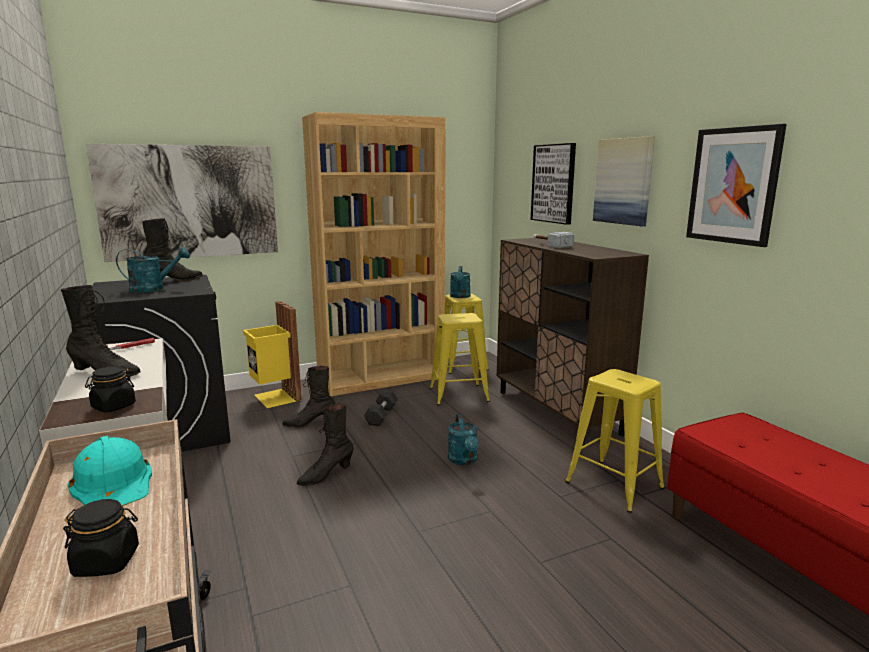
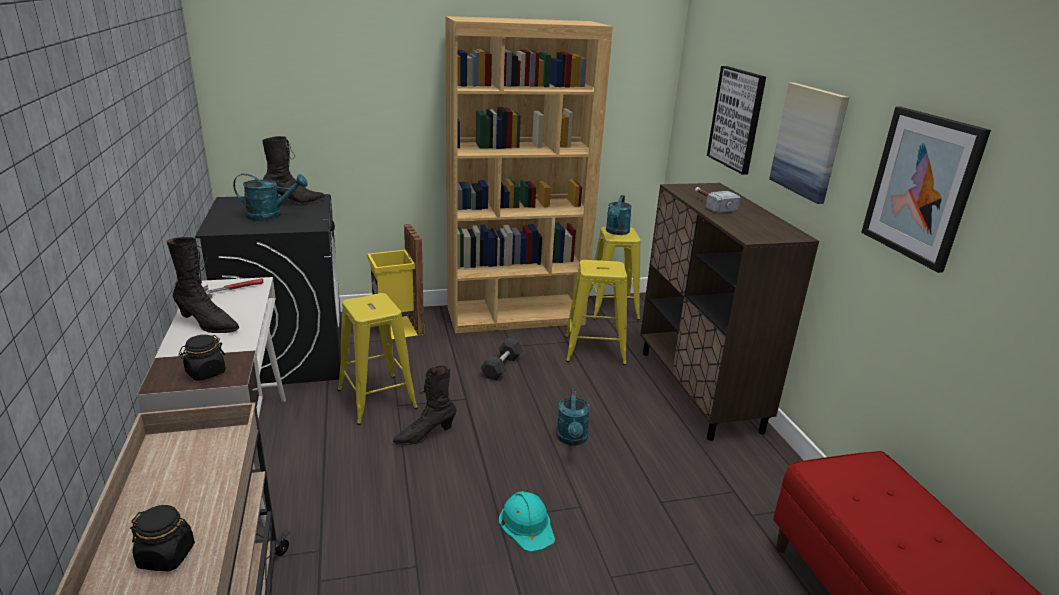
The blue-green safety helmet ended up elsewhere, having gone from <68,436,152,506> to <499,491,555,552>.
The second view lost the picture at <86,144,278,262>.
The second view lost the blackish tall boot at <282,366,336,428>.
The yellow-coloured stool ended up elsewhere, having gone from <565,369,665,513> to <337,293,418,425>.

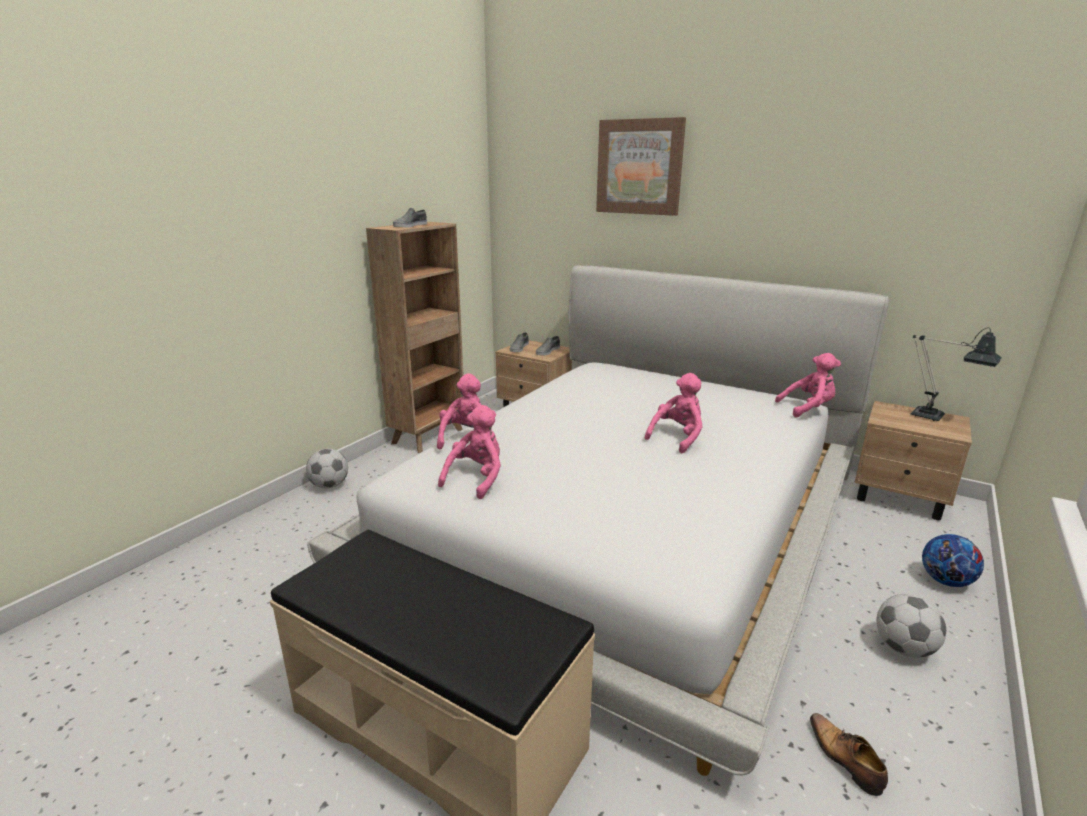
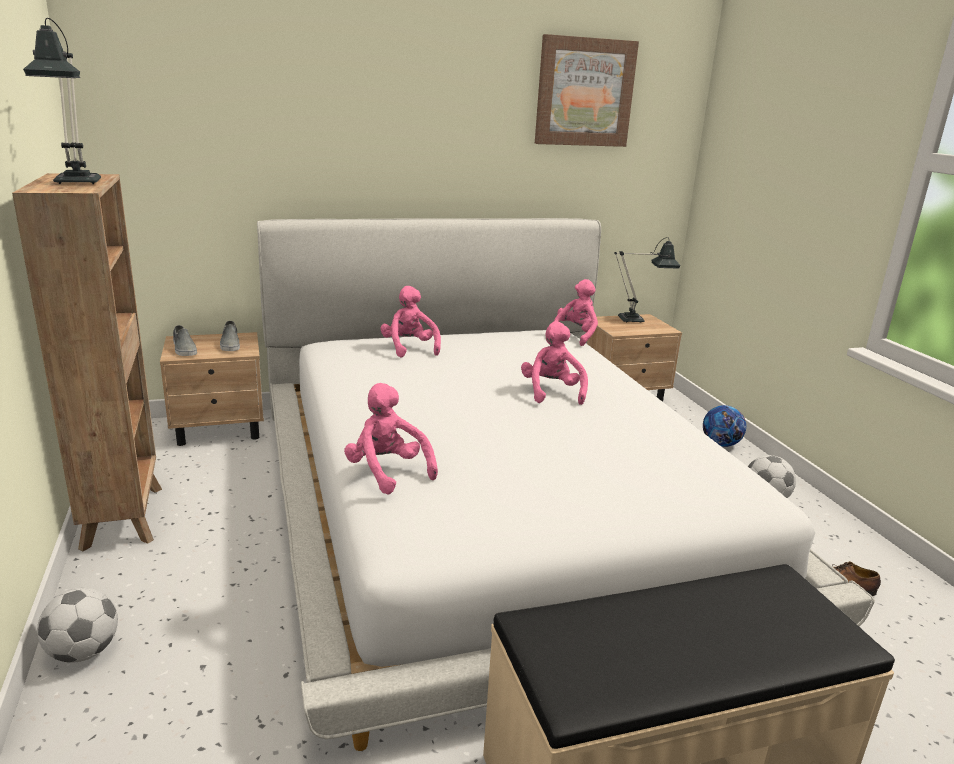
Where the greyish low shoe stood at <393,208,427,228>, the tabletop lamp came to stand at <23,18,101,184>.
The pinkish plush toy ended up elsewhere, having gone from <438,405,501,499> to <380,286,441,358>.
The picture ended up elsewhere, having gone from <596,117,686,216> to <535,34,639,147>.

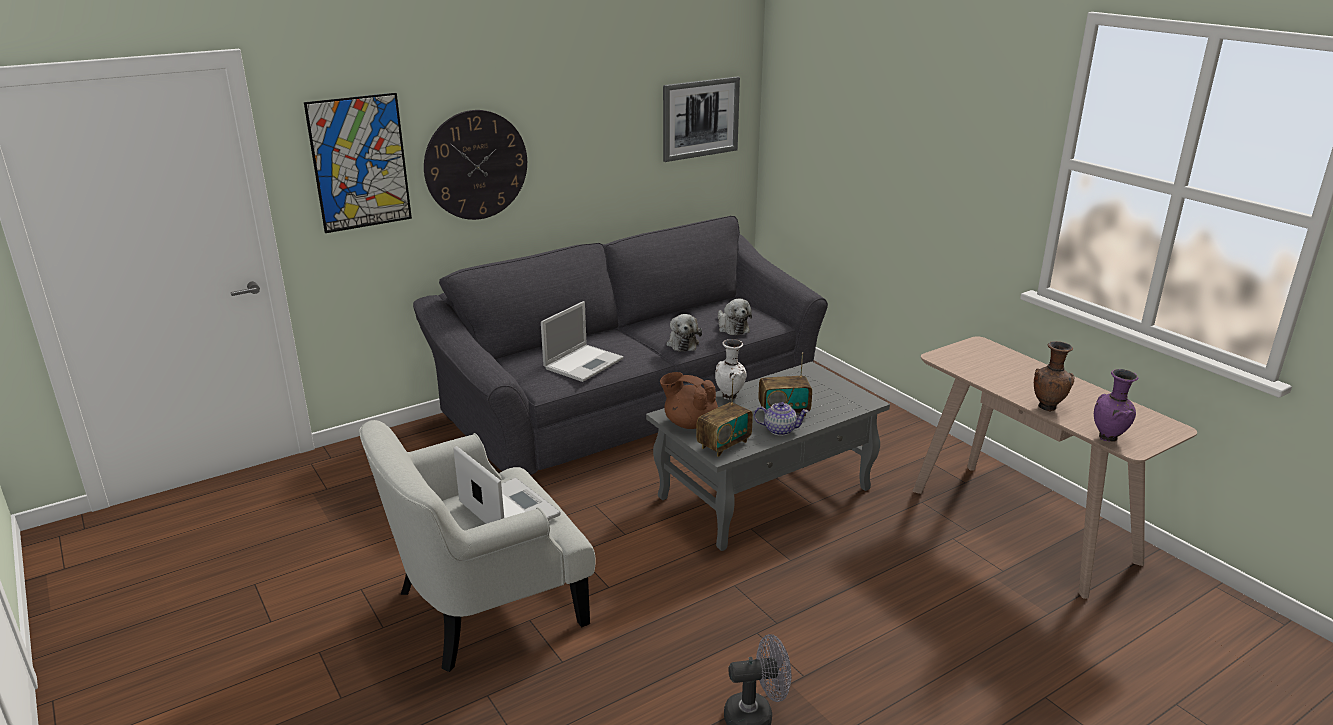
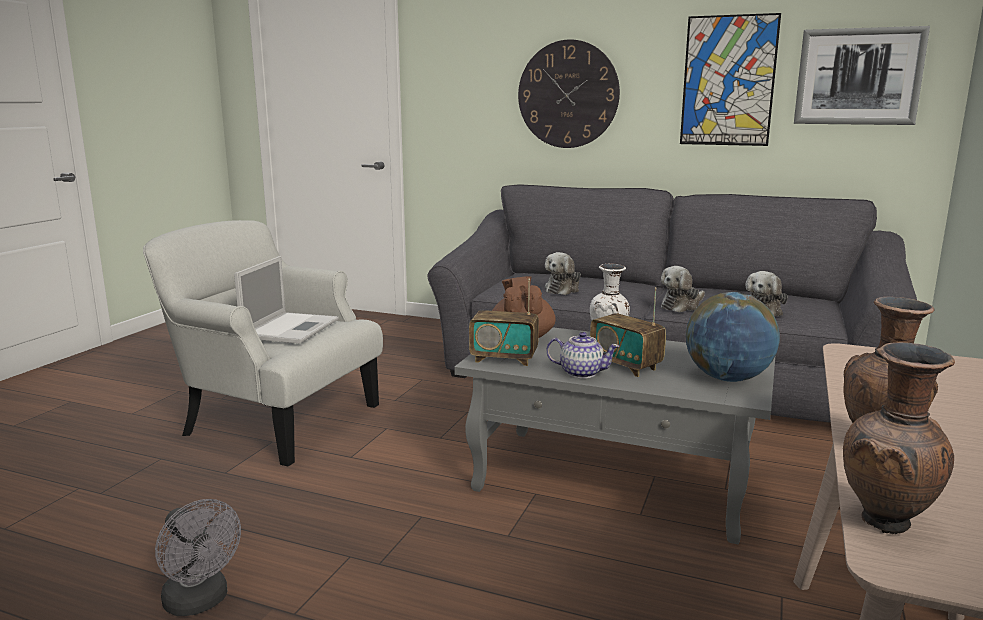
The picture ended up elsewhere, having gone from <304,93,412,233> to <680,13,781,146>.
Where the laptop stood at <541,301,624,382>, the plush toy came to stand at <545,252,581,295>.
The pot for tea at <754,402,809,436> ended up facing another way, 45 degrees counterclockwise from before.
What was the purple vase at <1094,369,1139,442> turned into the brownish vase at <843,342,955,534>.
The second view gained the desk globe at <686,292,780,382>.

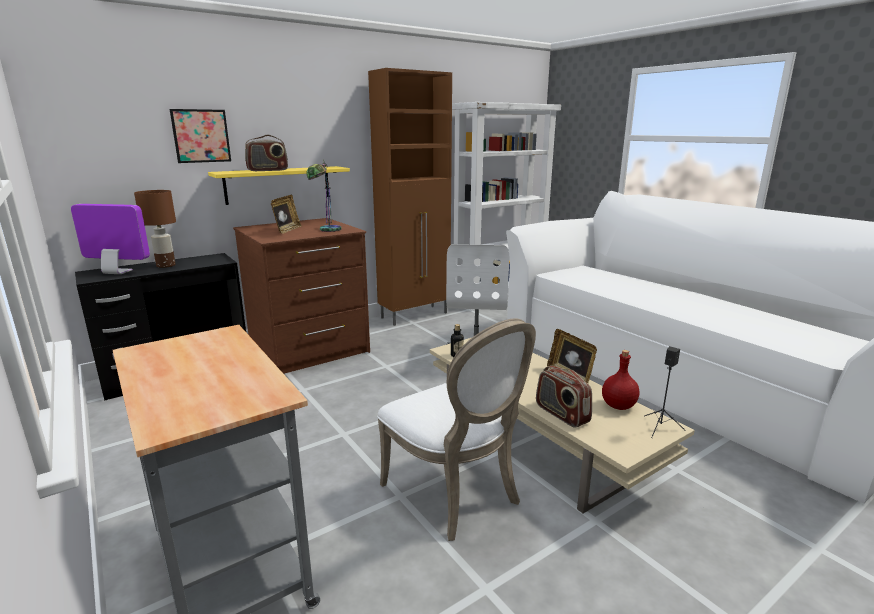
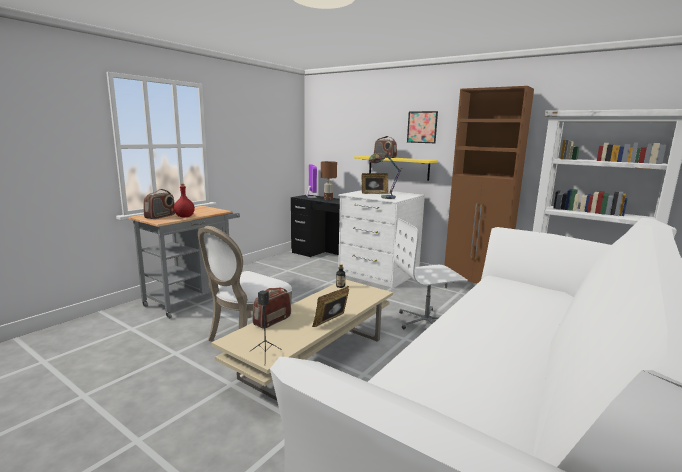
The picture ended up elsewhere, having gone from <170,109,231,163> to <407,111,438,143>.
What was the brownish chest of drawers at <233,218,370,374> turned into the white-coloured chest of drawers at <338,190,425,289>.
The reddish drink bottle ended up elsewhere, having gone from <602,350,640,410> to <174,184,195,217>.
The second view gained the radio receiver at <144,189,175,219>.

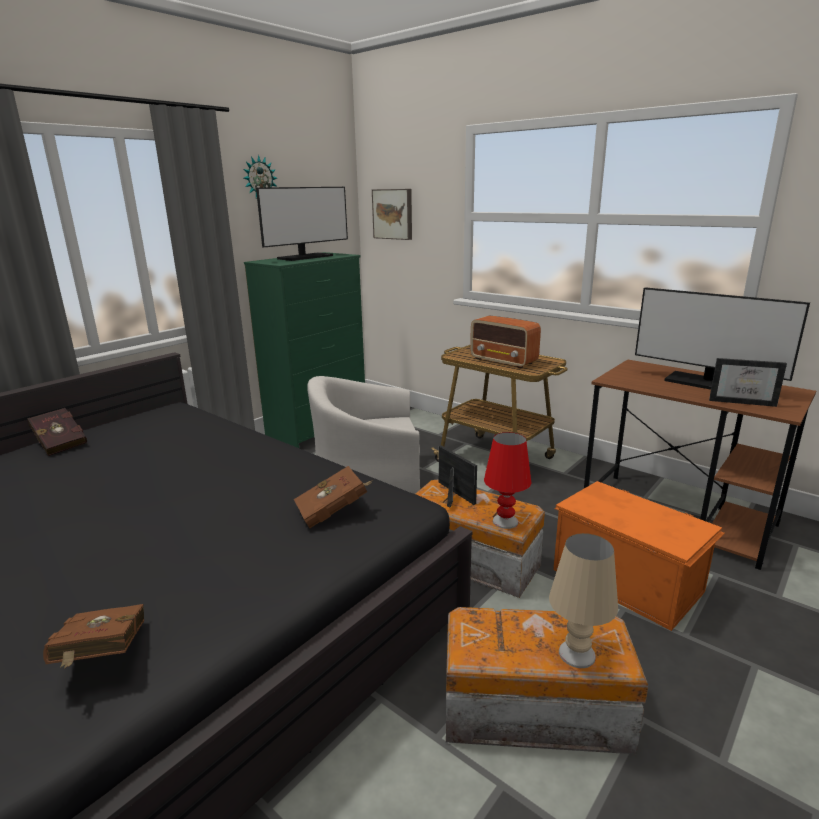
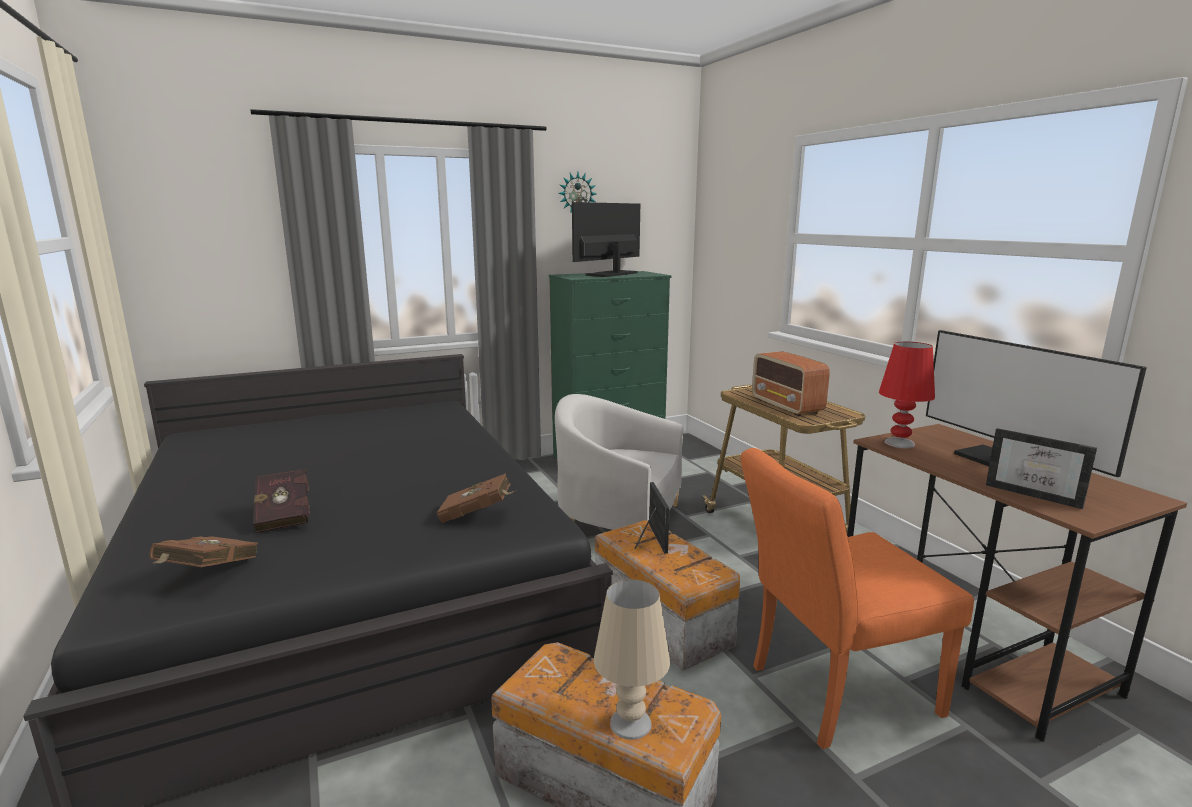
The reddish book ended up elsewhere, having gone from <27,408,87,456> to <253,468,309,533>.
The computer screen at <256,187,348,261> ended up facing another way, 150 degrees clockwise from before.
The second view lost the picture at <372,189,412,240>.
The reddish tabletop lamp ended up elsewhere, having gone from <484,432,532,529> to <879,342,935,448>.
Where the orangey storage container stood at <553,481,725,631>, the orangey chair came to stand at <741,448,974,749>.

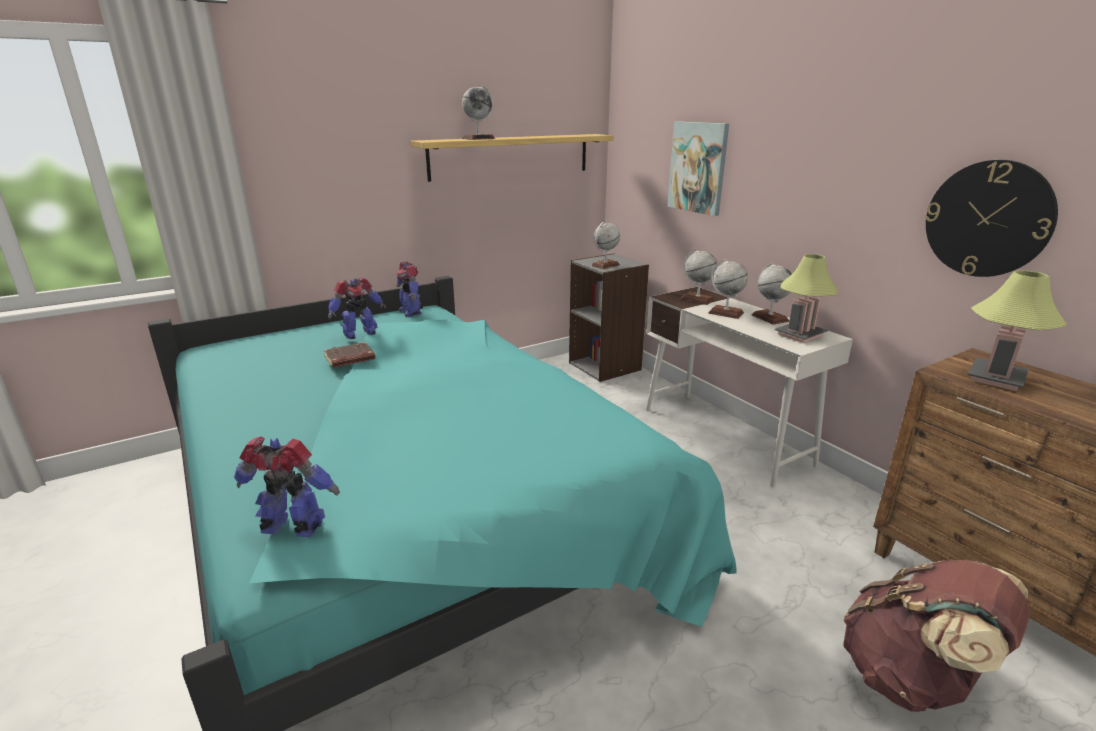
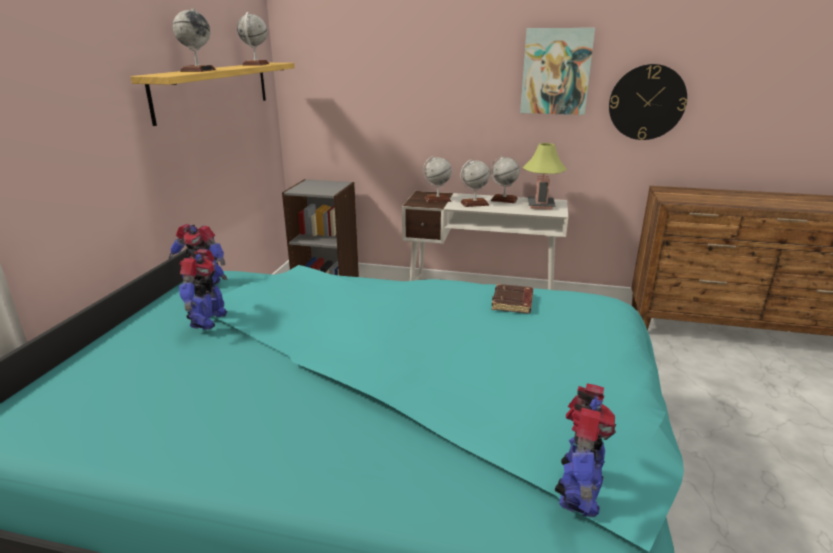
The toy robot at <234,436,340,537> ended up facing another way, 150 degrees clockwise from before.
The brownish book ended up elsewhere, having gone from <324,342,376,368> to <491,284,533,314>.
The desk globe ended up elsewhere, having gone from <591,222,620,269> to <237,12,269,66>.
The picture ended up elsewhere, having gone from <667,121,729,216> to <520,28,595,115>.
The second view lost the brownish knapsack at <843,560,1030,712>.
The second view lost the tabletop lamp at <967,270,1068,391>.

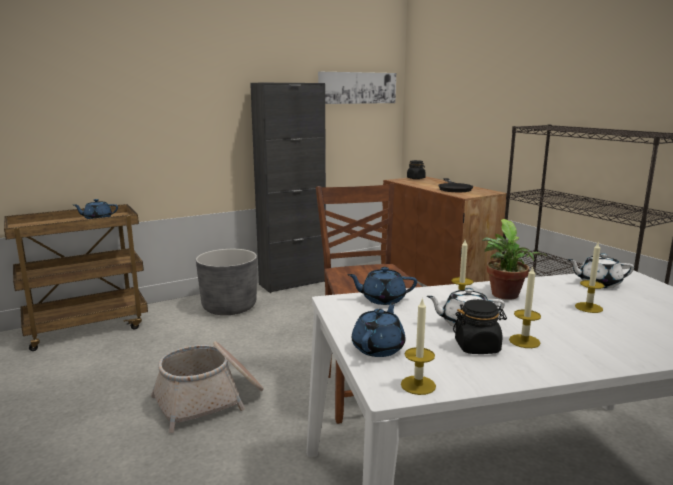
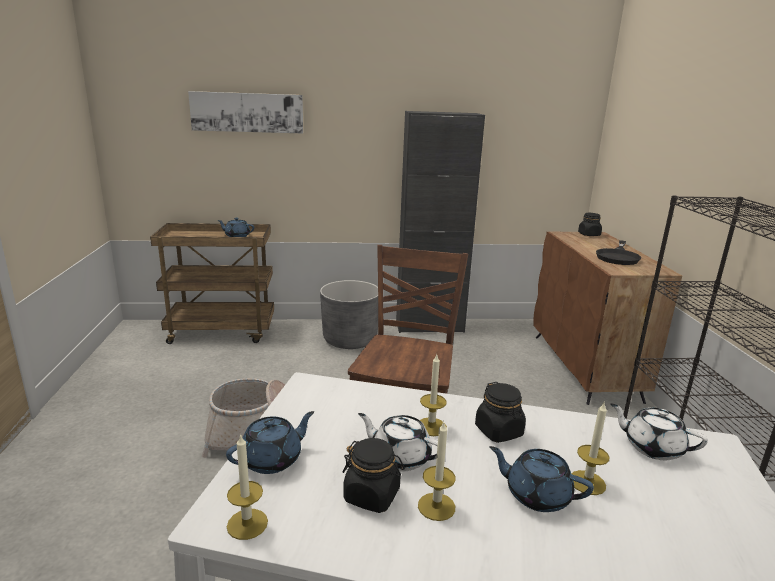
The picture ended up elsewhere, having gone from <318,72,396,104> to <188,91,303,133>.
The bluish pot for tea ended up elsewhere, having gone from <347,267,417,305> to <489,446,594,512>.
Where the houseplant stood at <482,219,547,300>, the blackish preserve jar came to stand at <475,382,526,443>.

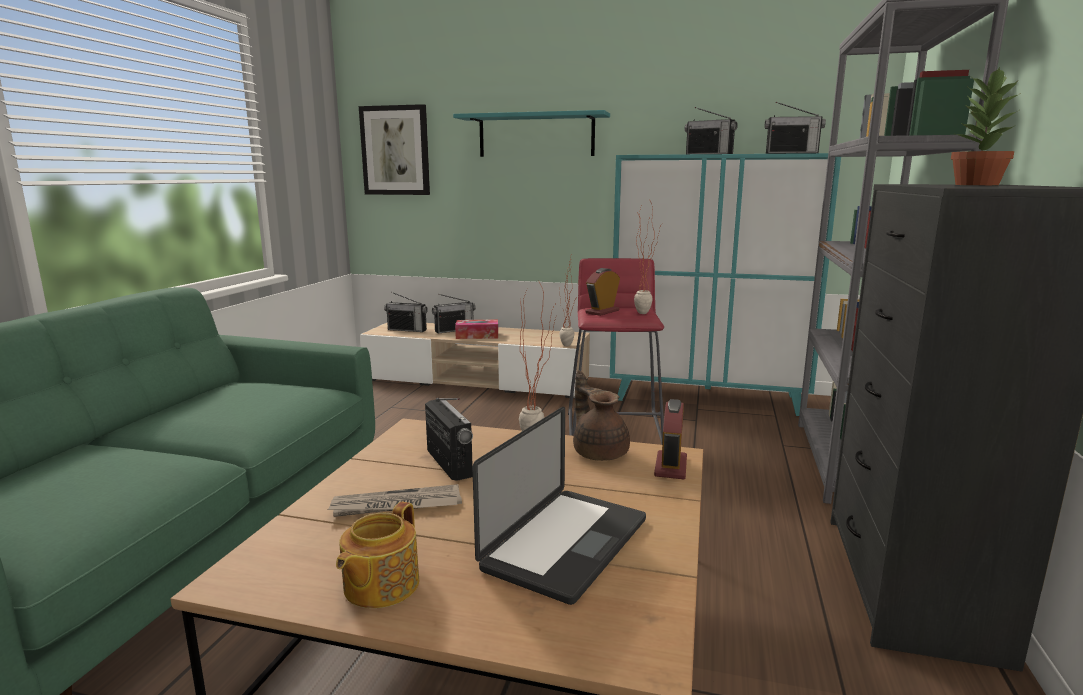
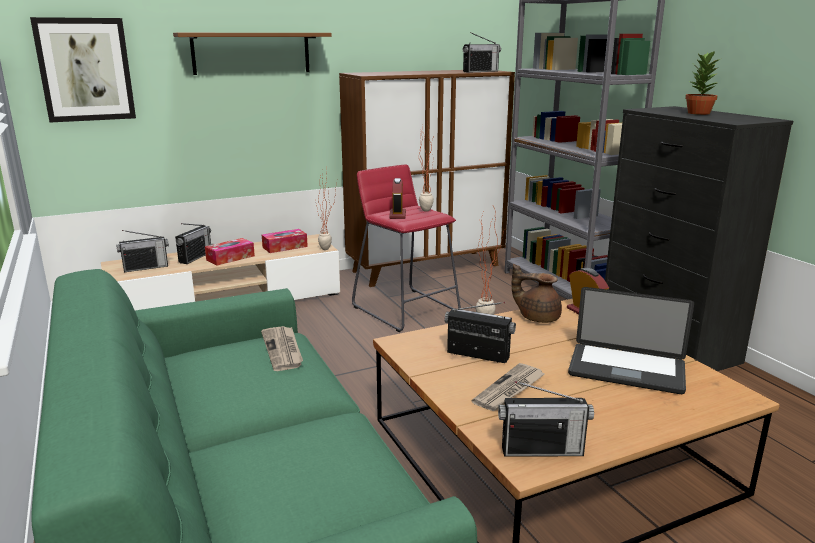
The second view lost the pot for tea at <336,502,419,608>.
What was the blue-green bracket shelf at <453,110,610,157> turned into the brownish bracket shelf at <173,33,332,75>.
The laptop at <472,407,646,605> ended up facing another way, 120 degrees clockwise from before.
What was the blue-green cupboard at <610,153,841,416> turned into the brownish cupboard at <339,70,515,287>.
The radio receiver ended up elsewhere, having gone from <685,107,738,154> to <498,381,594,457>.
The second view gained the printed paper at <261,326,303,371>.
The second view gained the tissue holder at <262,229,308,253>.

